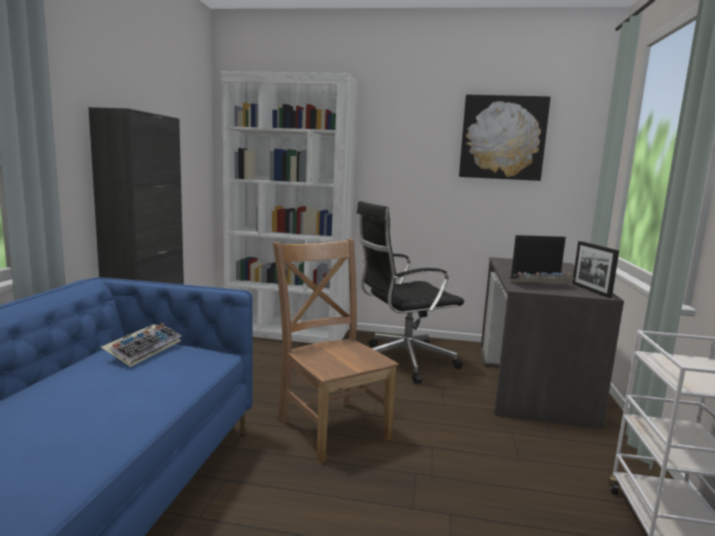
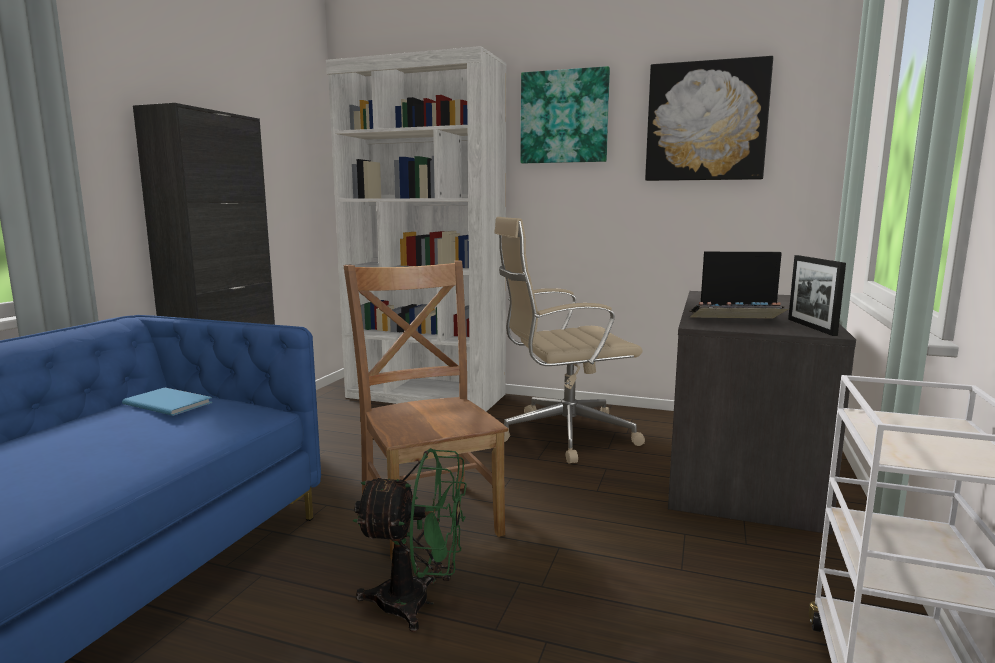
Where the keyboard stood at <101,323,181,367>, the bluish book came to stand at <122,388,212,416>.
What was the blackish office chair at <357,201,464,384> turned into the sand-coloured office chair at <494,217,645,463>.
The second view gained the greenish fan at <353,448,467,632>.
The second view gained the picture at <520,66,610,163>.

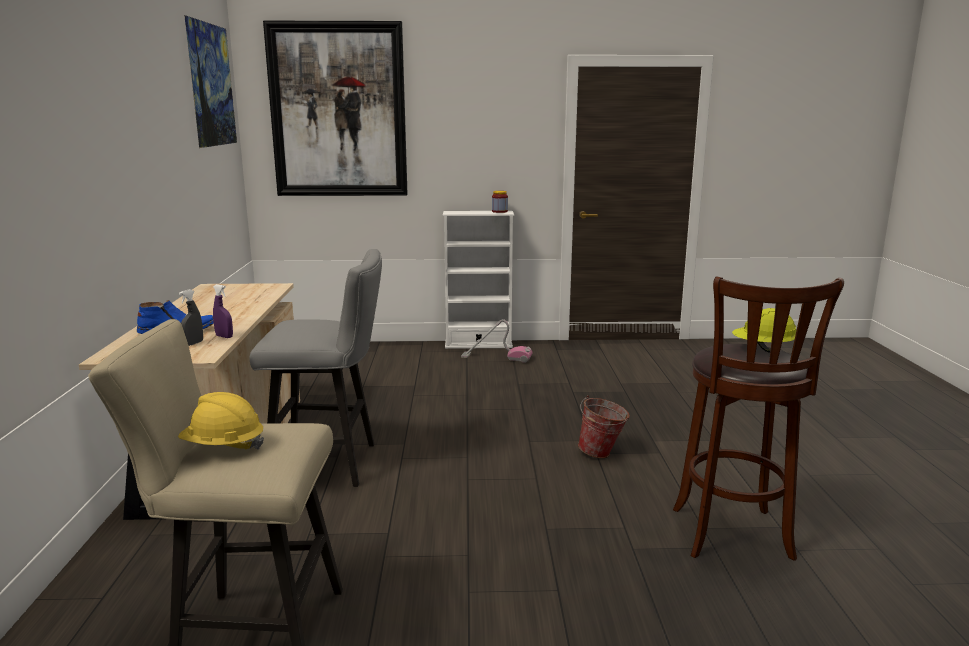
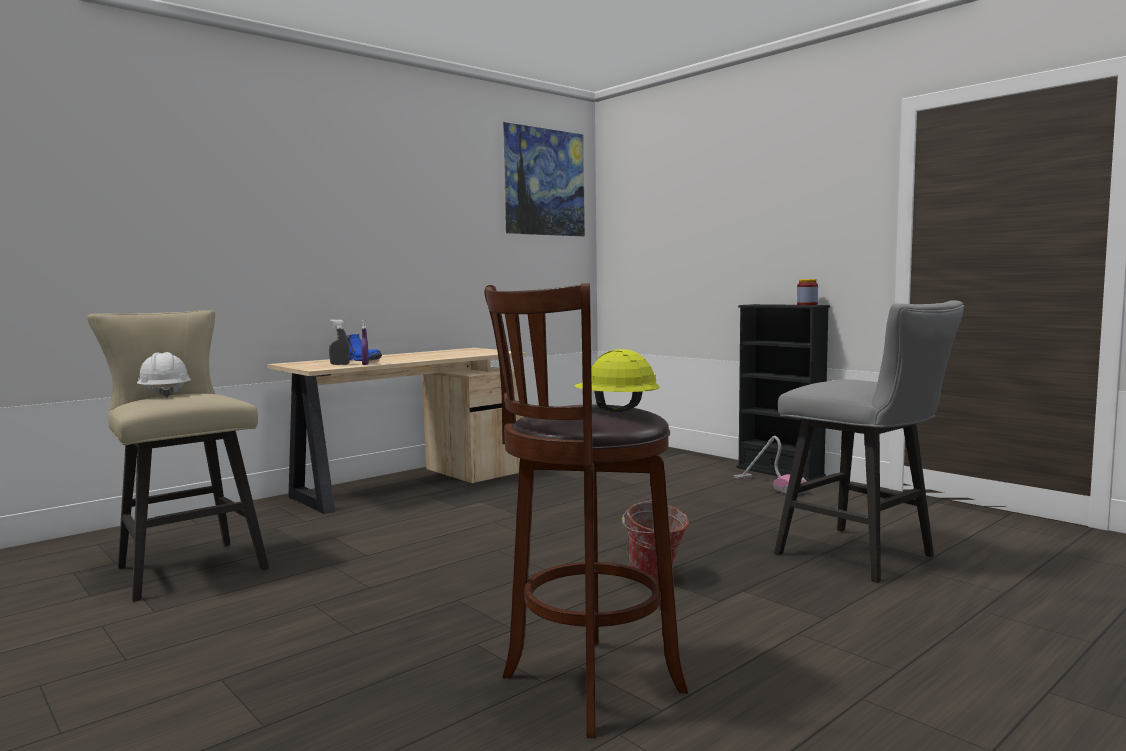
What was the yellow-coloured safety helmet at <178,392,264,450> turned into the white-coloured safety helmet at <137,352,191,398>.
The greyish stool ended up elsewhere, having gone from <250,249,382,487> to <774,300,964,583>.
The second view lost the picture at <263,21,408,196>.
What was the white-coloured shelving unit at <443,211,514,349> turned into the blackish shelving unit at <736,304,830,481>.

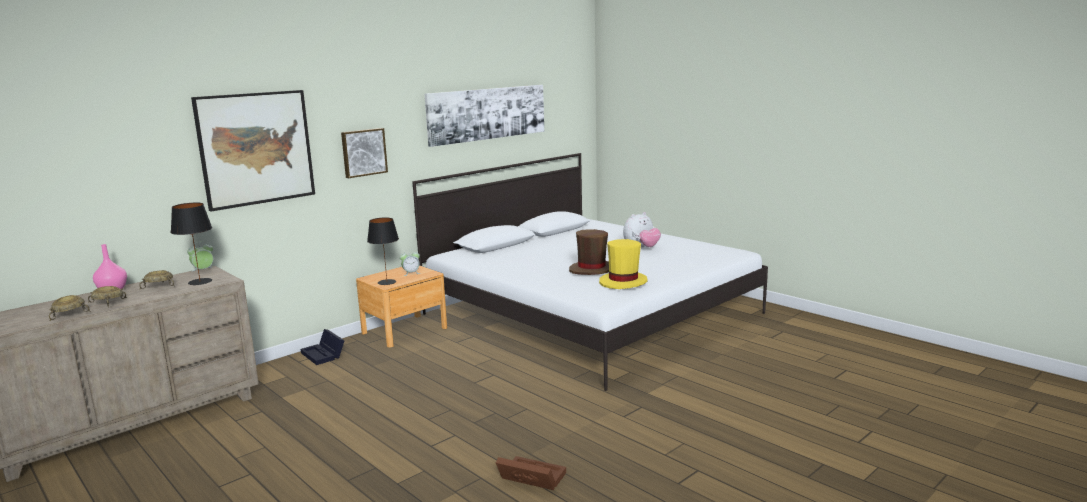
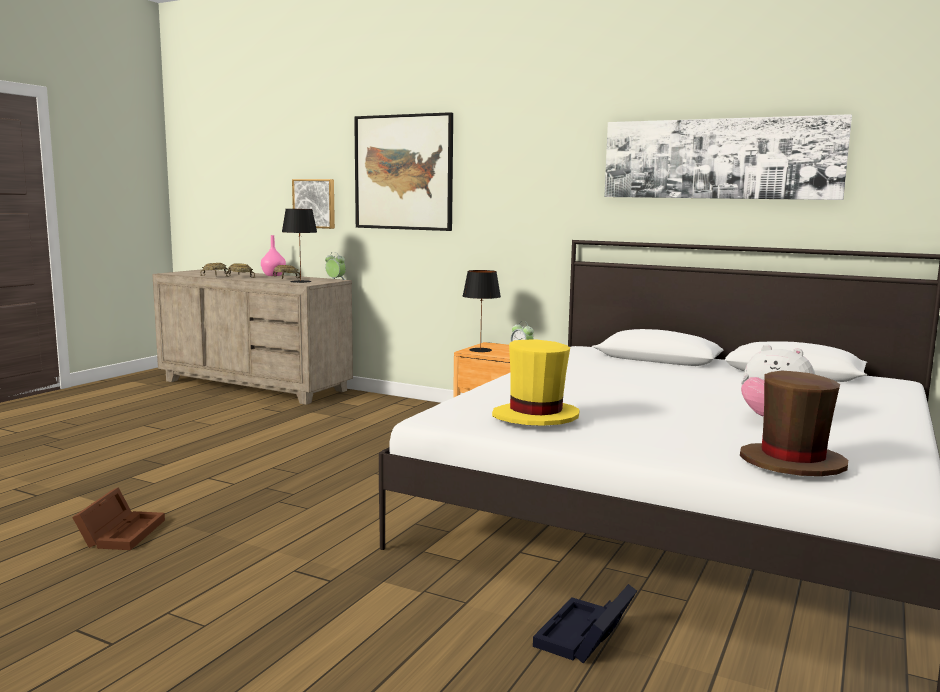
The blackish storage container ended up elsewhere, having gone from <301,329,345,365> to <533,584,637,664>.
The picture ended up elsewhere, having gone from <341,128,388,178> to <292,179,335,229>.
The brownish clothing hat ended up elsewhere, having gone from <569,229,609,275> to <740,371,848,476>.

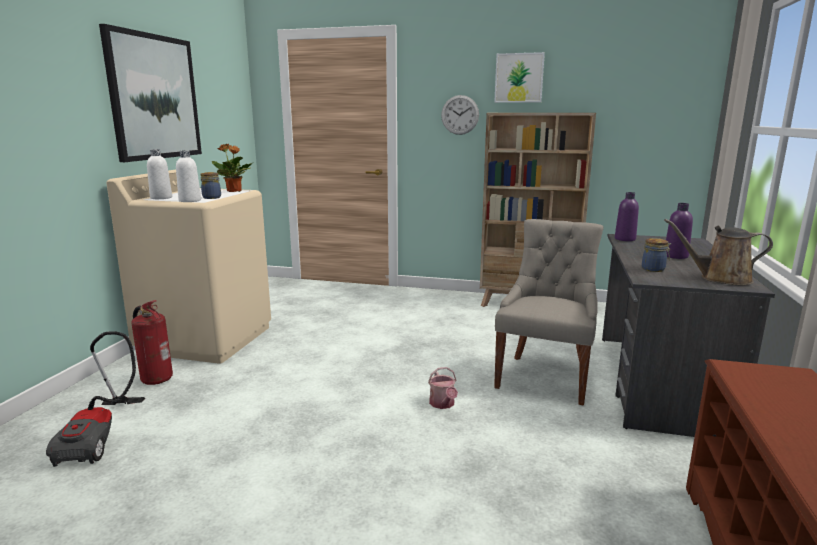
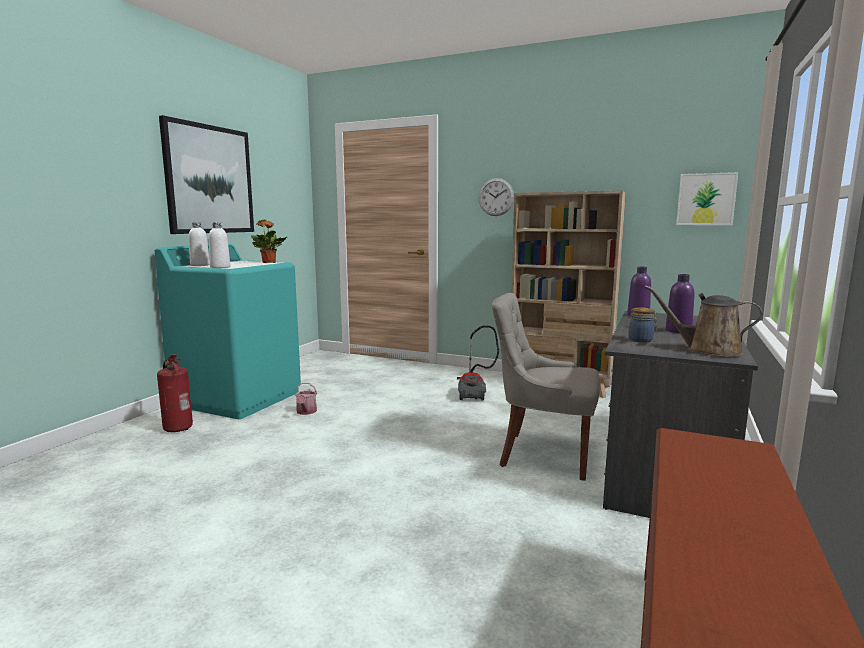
The hoover ended up elsewhere, having gone from <46,331,145,467> to <457,325,499,400>.
What was the sand-coloured laundry appliance at <106,169,271,364> turned into the blue-green laundry appliance at <155,244,301,419>.
The second view lost the preserve jar at <200,172,221,199>.
The watering can ended up elsewhere, having gone from <428,367,458,409> to <295,383,317,415>.
The picture ended up elsewhere, having gone from <494,52,545,103> to <676,172,738,225>.
The greyish chair at <494,219,604,405> ended up facing another way, 105 degrees counterclockwise from before.

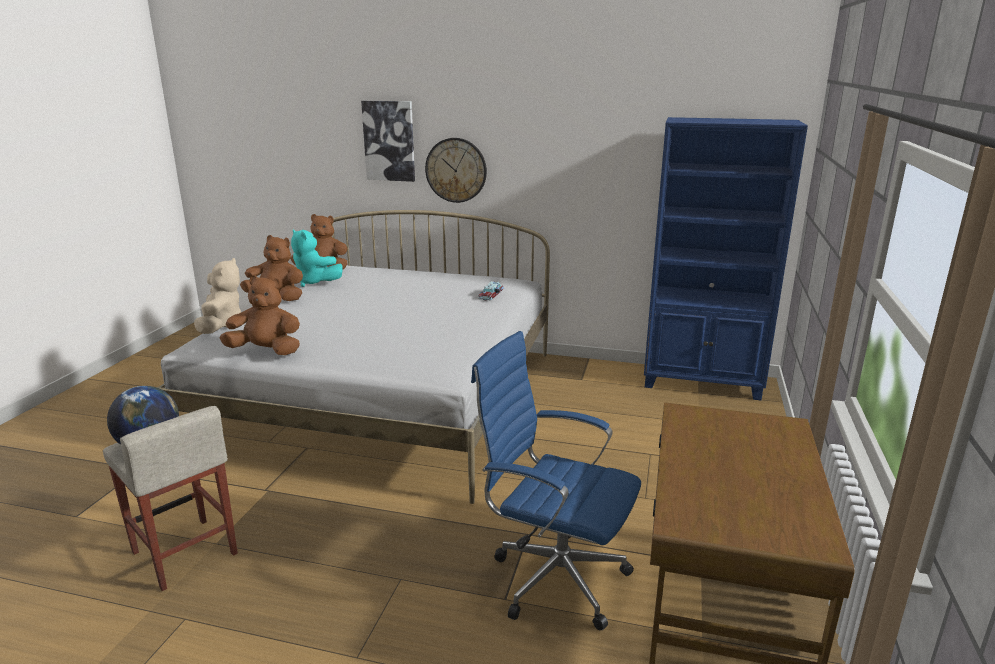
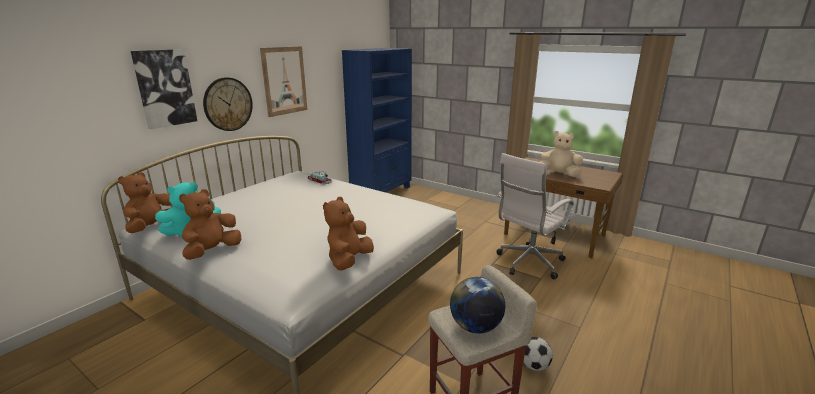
The sand-coloured plush toy ended up elsewhere, having gone from <194,258,241,334> to <540,131,583,177>.
What was the bluish office chair at <471,331,641,630> turned into the white-coloured office chair at <496,153,574,280>.
The second view gained the picture at <260,46,307,117>.
The second view gained the football ball at <523,337,553,371>.

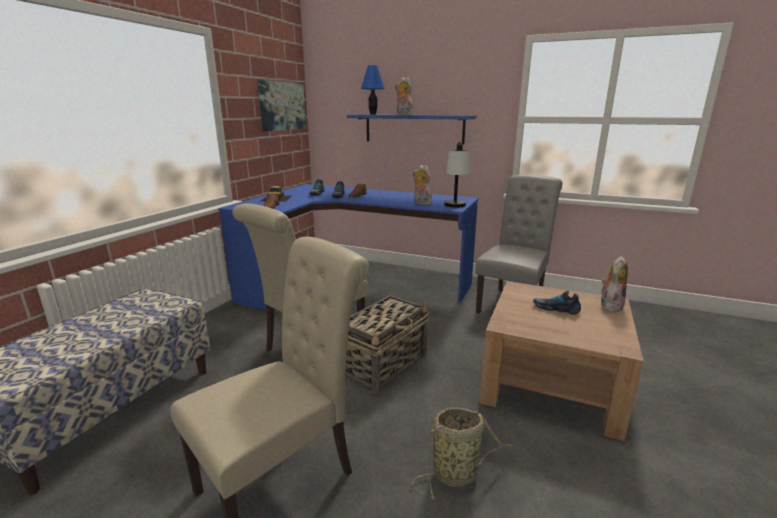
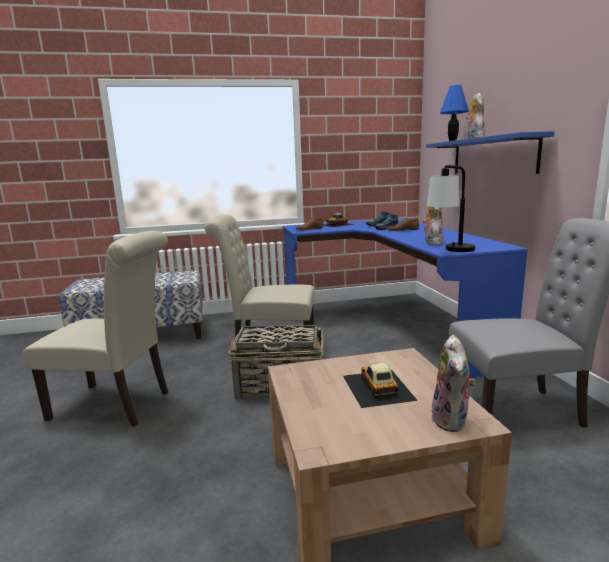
The second view lost the picture at <258,80,306,132>.
The second view lost the storage basket at <412,407,513,500>.
Where the low shoe stood at <533,290,581,315>, the miniature car came to stand at <343,363,418,408>.
The plush toy at <601,256,628,313> ended up facing another way, 90 degrees clockwise from before.

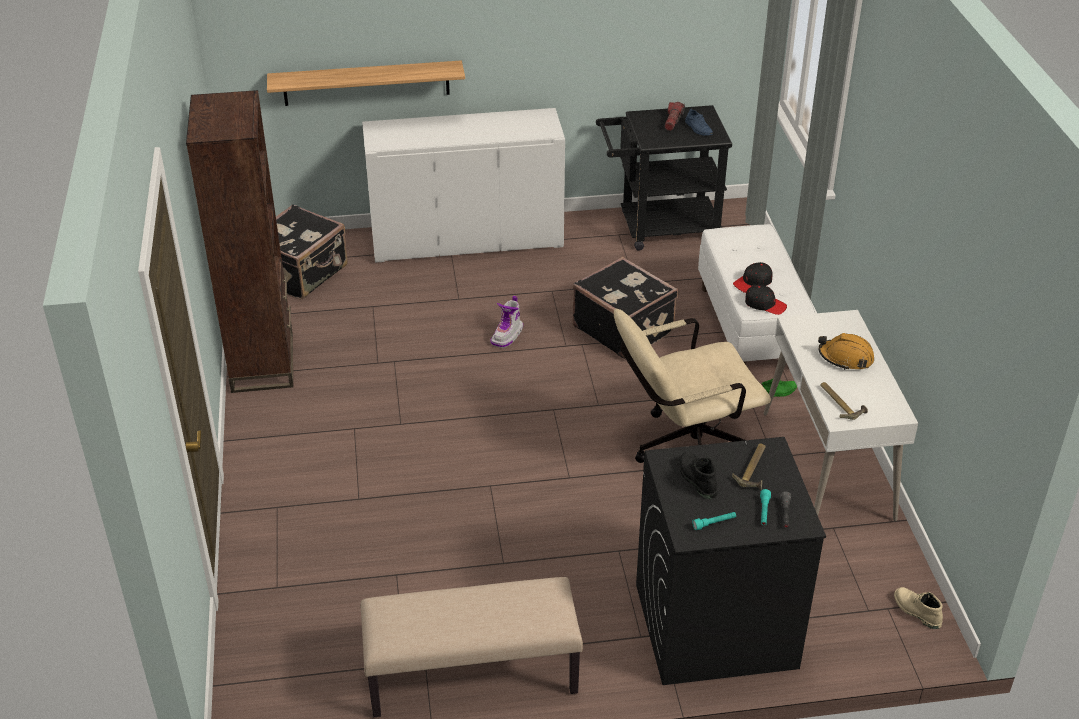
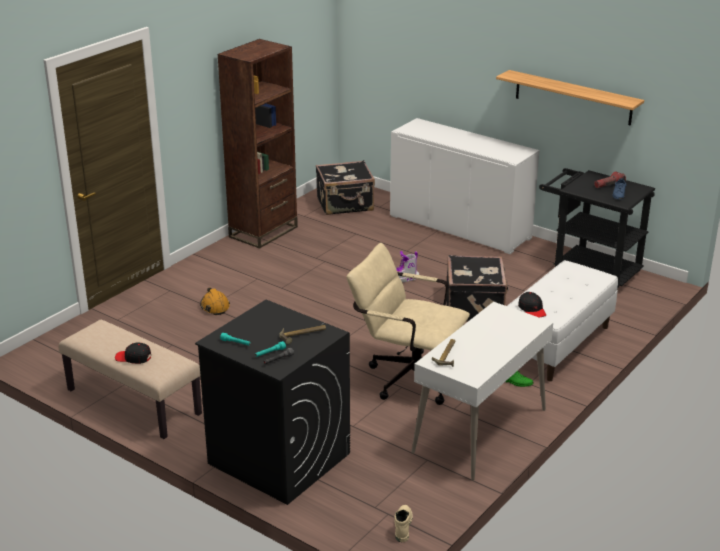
The bracket shelf ended up elsewhere, having gone from <267,61,465,106> to <496,70,644,126>.
The second view lost the blackish tall boot at <679,452,718,499>.
The blackish baseball cap ended up elsewhere, having gone from <733,262,773,293> to <115,343,151,364>.
The orangey safety helmet ended up elsewhere, having gone from <818,333,874,370> to <200,288,230,315>.

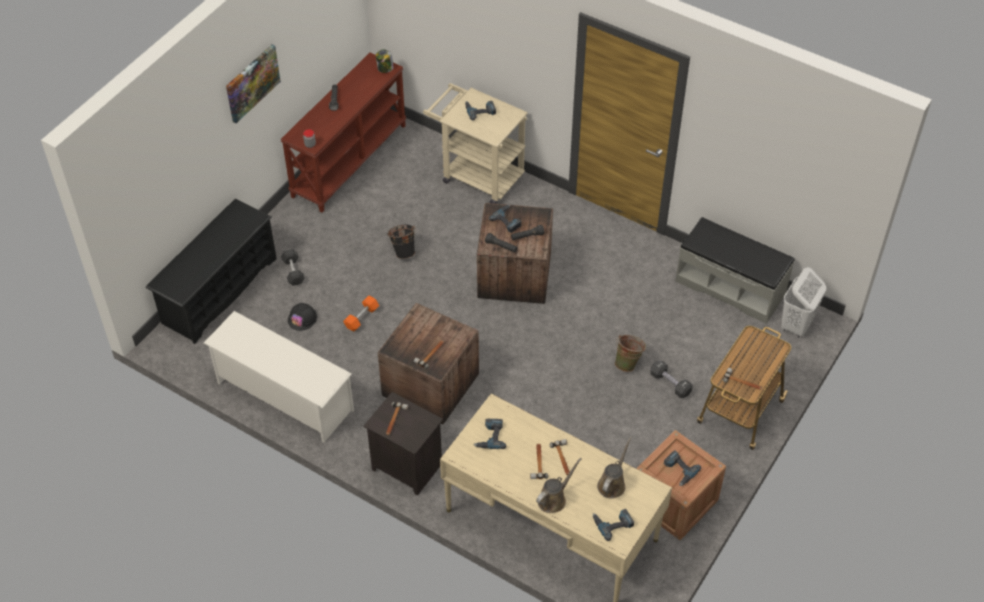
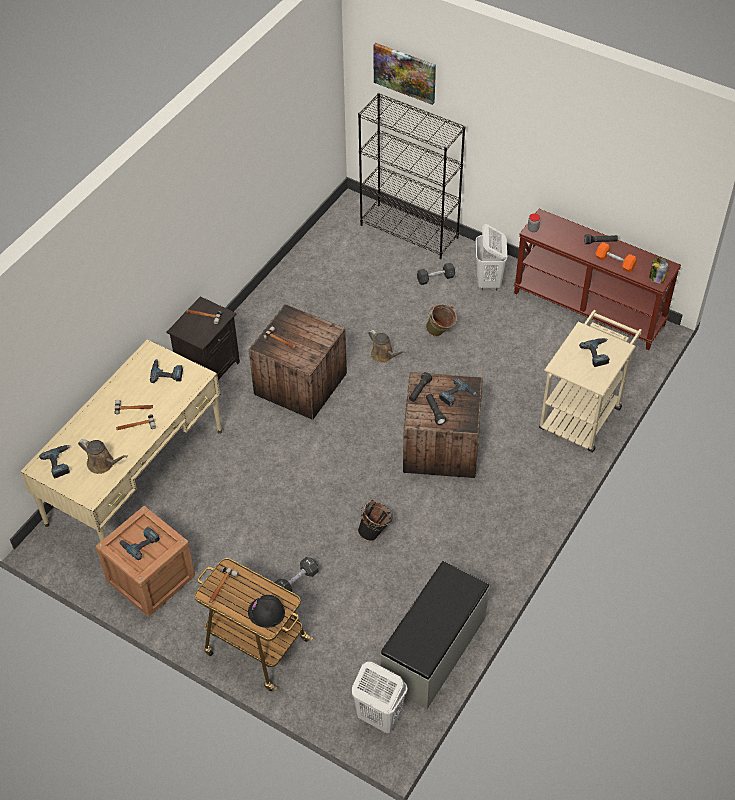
Where the blackish shoe rack stood at <146,199,277,344>, the blackish shelving unit came to stand at <358,93,465,259>.
The second view lost the white-coloured shoe rack at <203,311,354,443>.
The picture ended up elsewhere, having gone from <226,44,281,123> to <373,43,436,105>.
The blackish safety helmet ended up elsewhere, having gone from <288,303,317,331> to <248,595,285,628>.
The orangey dumbbell ended up elsewhere, having gone from <343,296,379,332> to <596,242,637,272>.
The blackish water bucket ended up elsewhere, having gone from <387,225,416,259> to <358,500,393,541>.
The brownish watering can ended up elsewhere, having gone from <536,458,582,513> to <368,330,407,363>.
The greenish water bucket ended up elsewhere, having gone from <615,334,646,372> to <426,303,457,336>.
The second view gained the white-coloured washing basket at <476,224,507,290>.

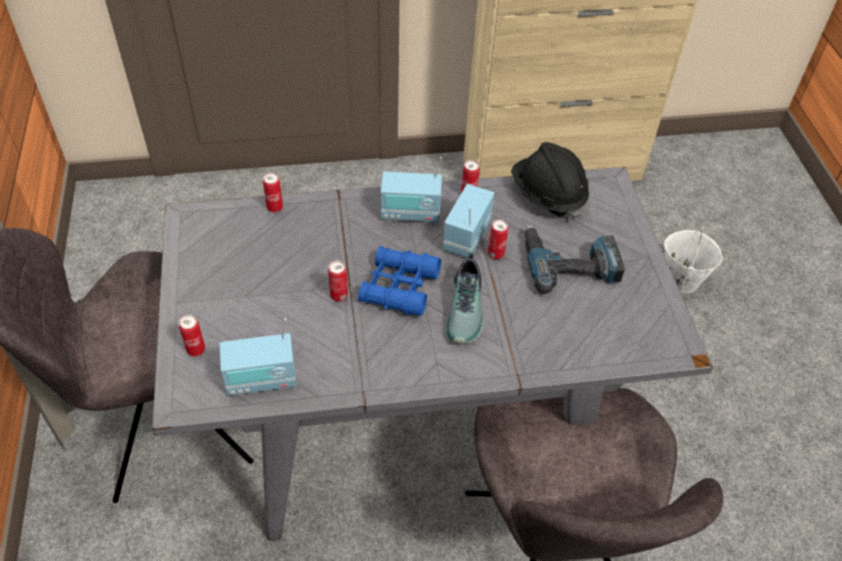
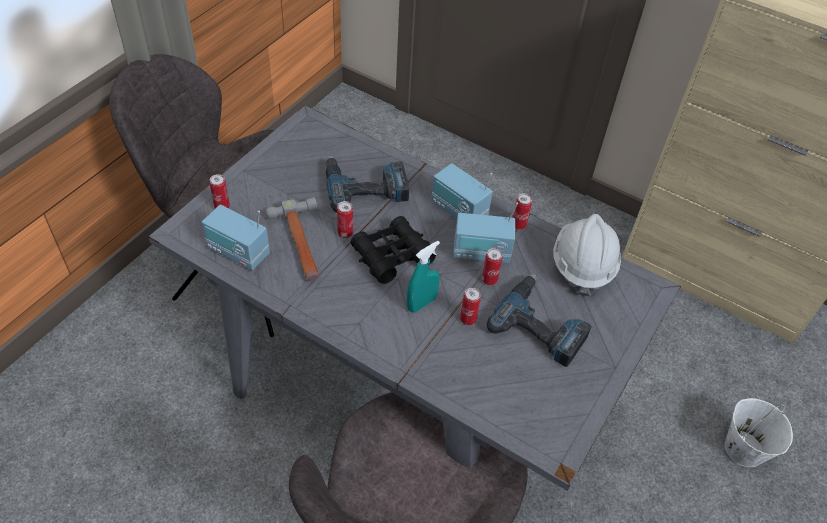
The sealed can ended up elsewhere, having gone from <263,173,283,212> to <460,287,481,325>.
What was the bluish binoculars at <358,246,441,316> turned into the blackish binoculars at <351,216,436,284>.
The radio receiver at <443,184,494,258> ended up facing another way, 150 degrees counterclockwise from before.
Where the low shoe stood at <445,252,484,344>, the blue-green sprayer came to stand at <407,241,440,313>.
What was the blackish safety helmet at <511,142,589,220> turned into the white-coloured safety helmet at <553,214,621,296>.
The second view gained the hand hammer at <265,197,319,280>.
The second view gained the electric drill at <326,156,410,213>.

